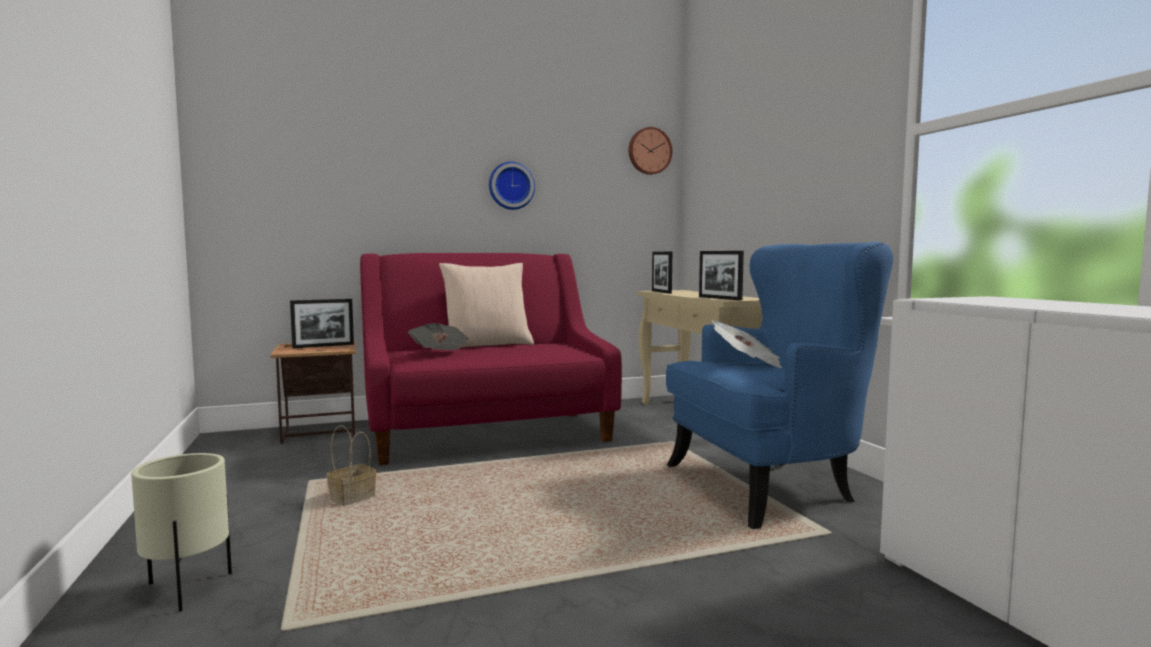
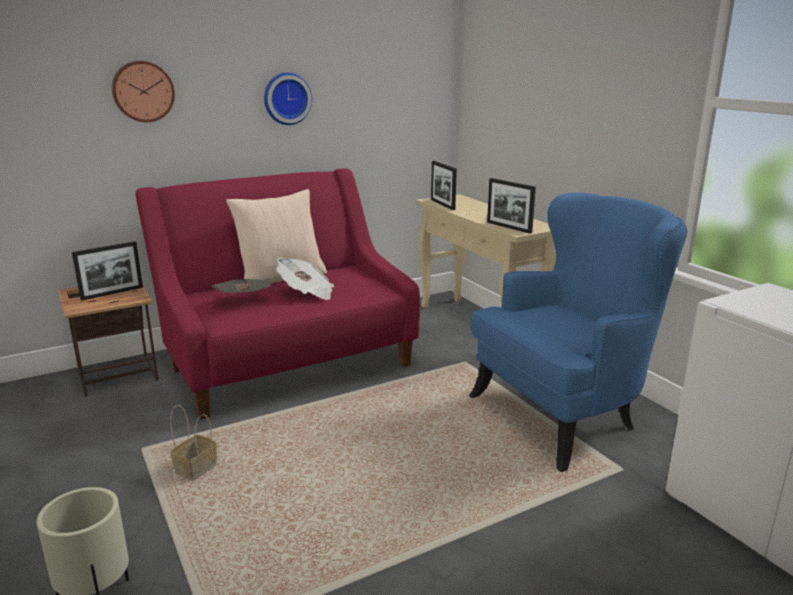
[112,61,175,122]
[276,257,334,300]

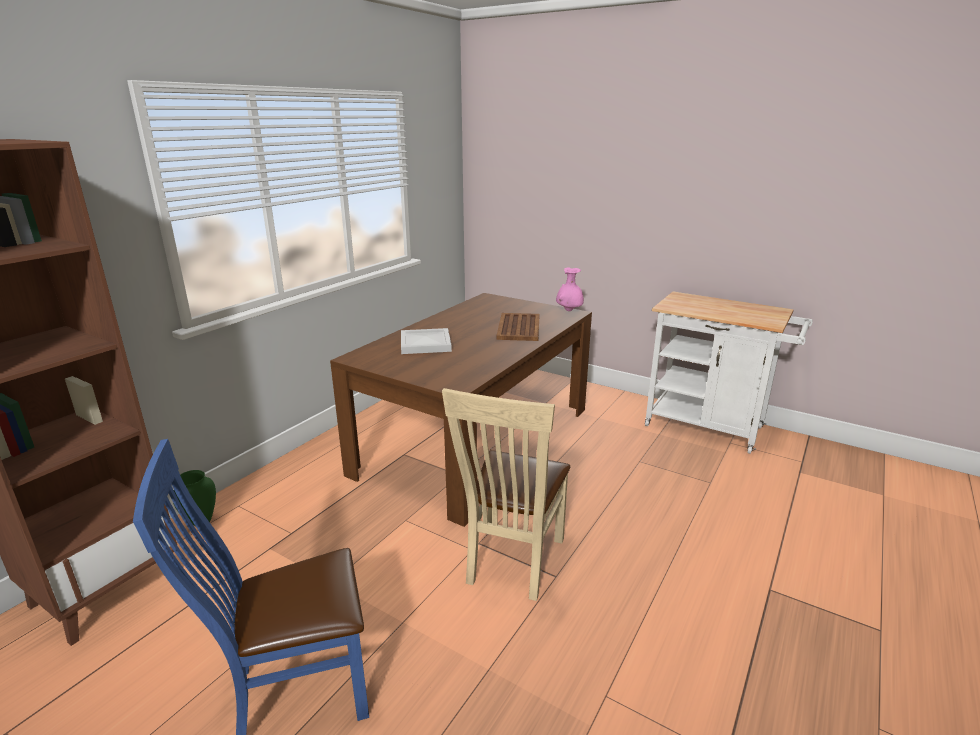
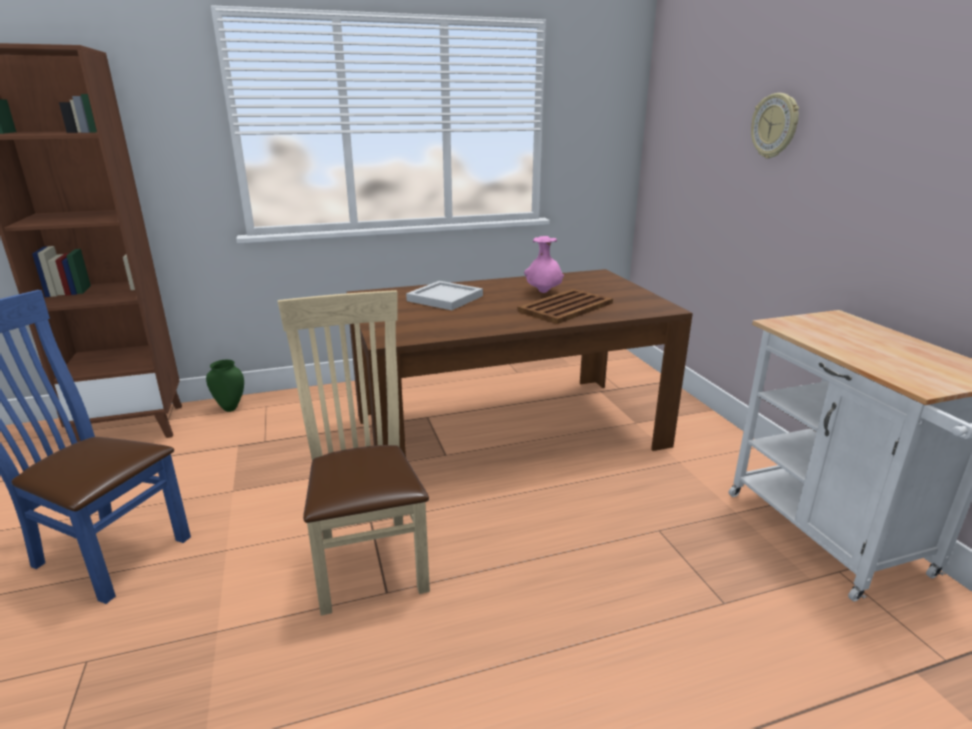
[278,290,430,616]
[524,236,564,293]
[751,93,799,159]

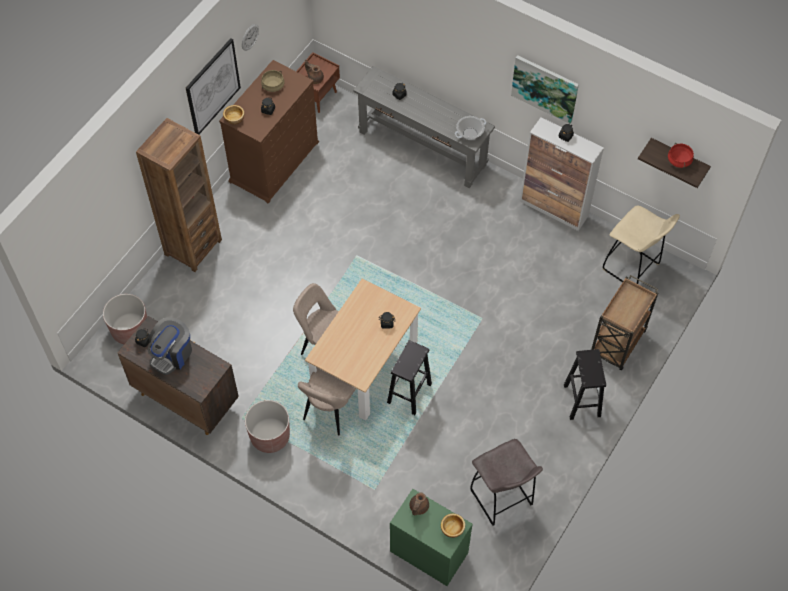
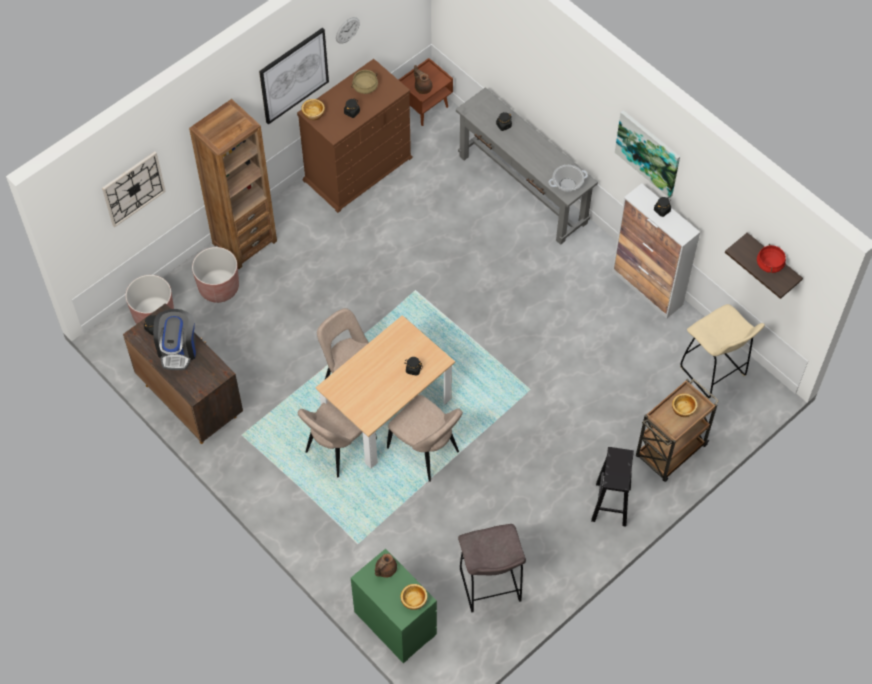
[153,309,196,370]
[192,247,239,303]
[387,395,463,482]
[102,152,166,228]
[672,393,698,417]

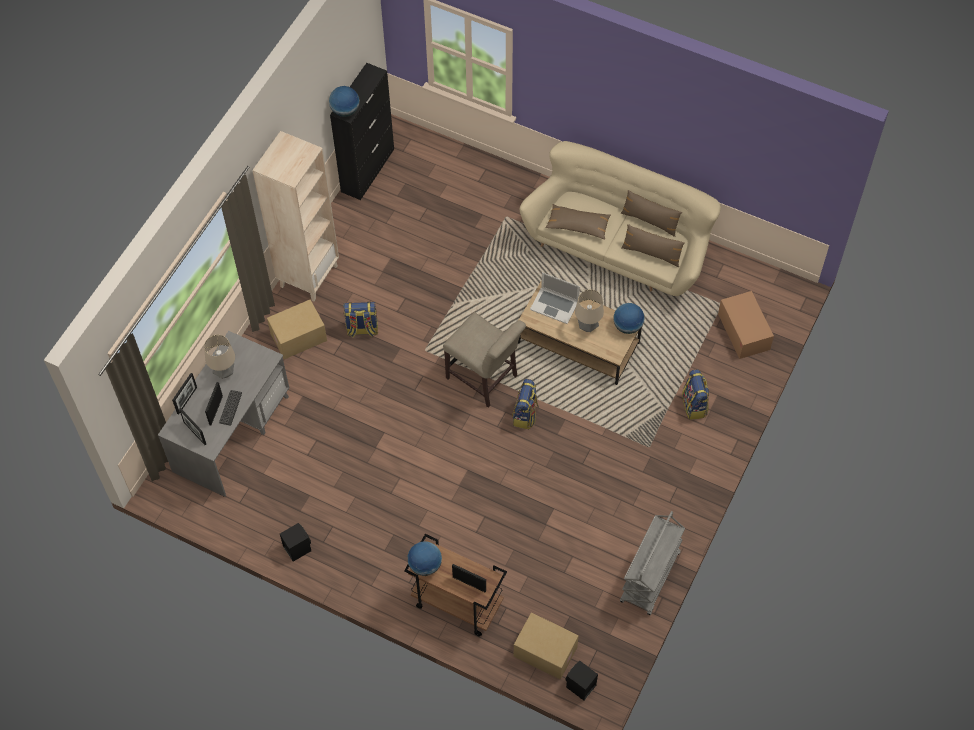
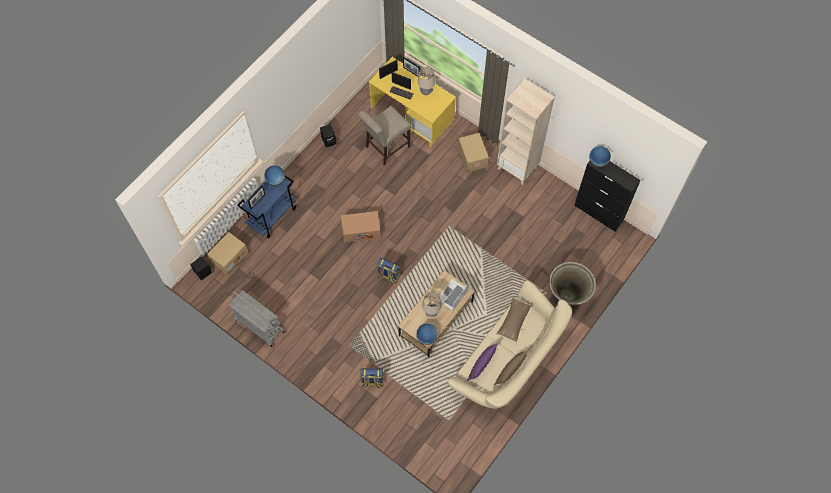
[368,57,456,147]
[343,302,378,337] (first image)
[237,176,296,238]
[358,105,411,166]
[467,343,498,381]
[341,211,381,242]
[549,262,596,309]

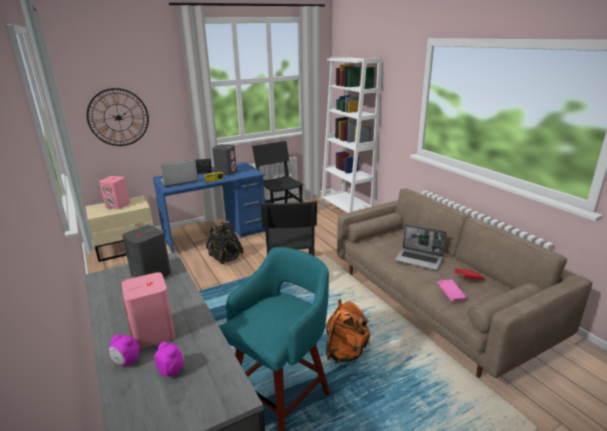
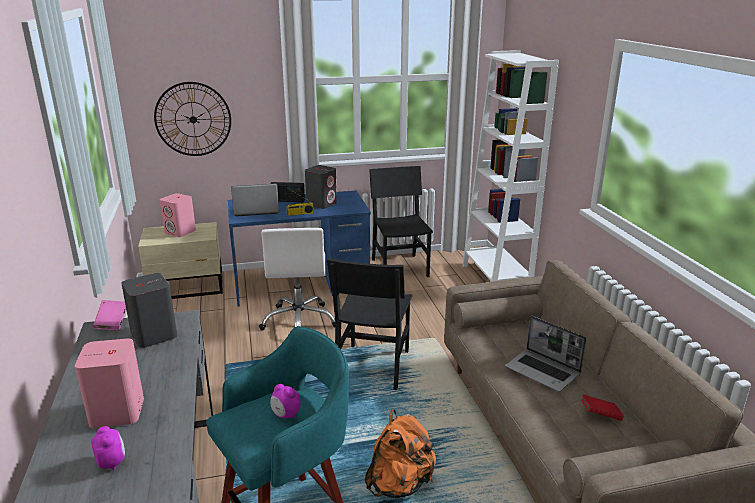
[270,384,300,418]
[259,228,335,330]
[93,300,126,330]

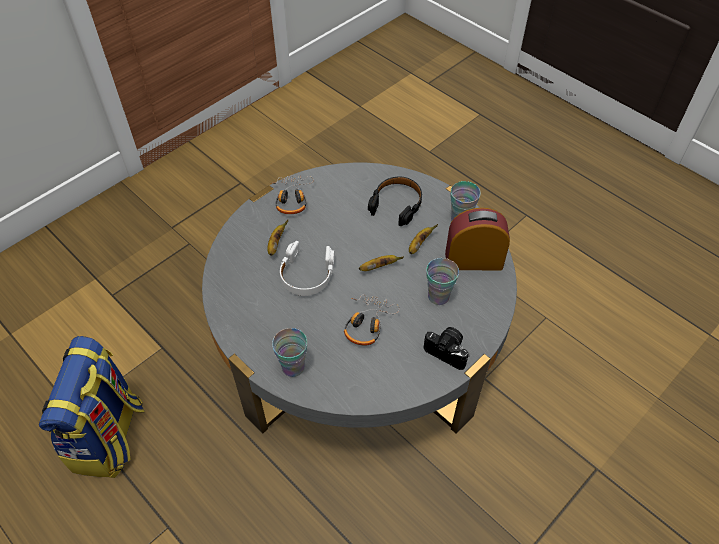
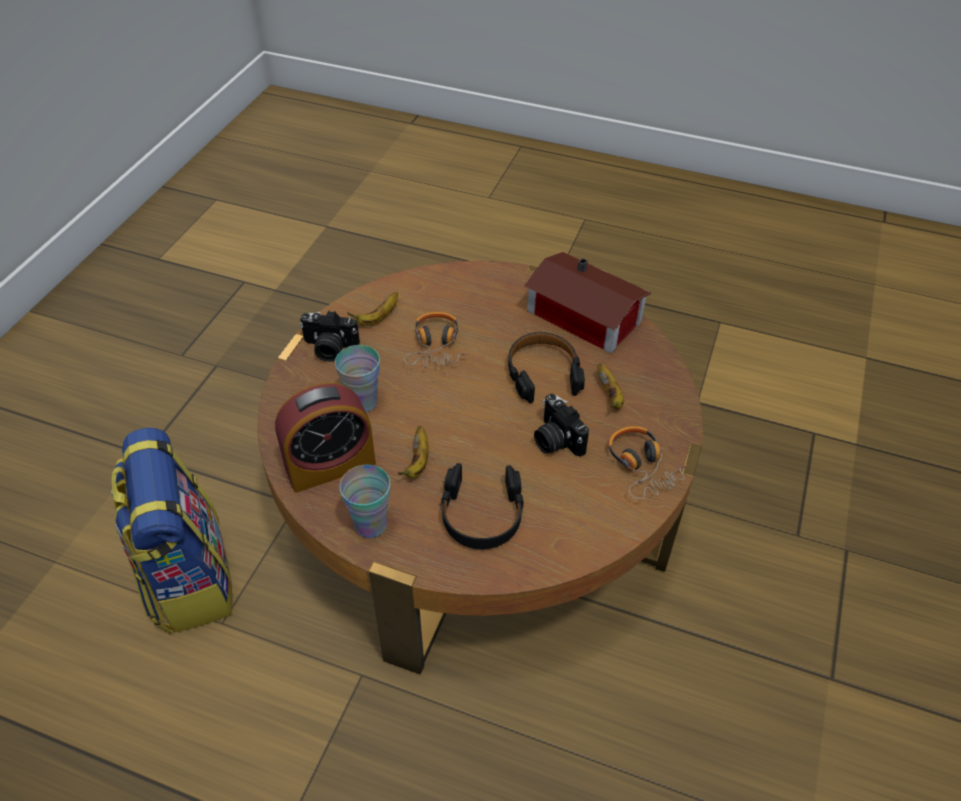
[111,428,233,634]
[258,261,703,675]
[272,328,307,377] (first image)
[508,332,585,403]
[347,292,398,326]
[524,252,651,353]
[534,394,589,457]

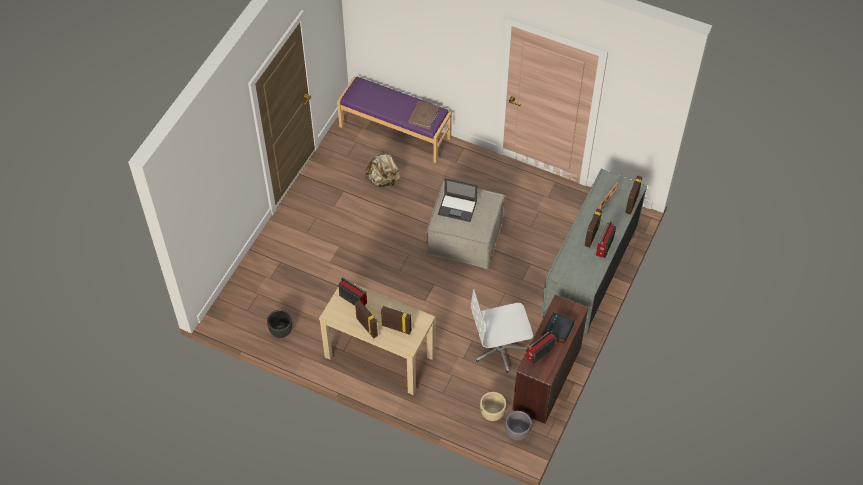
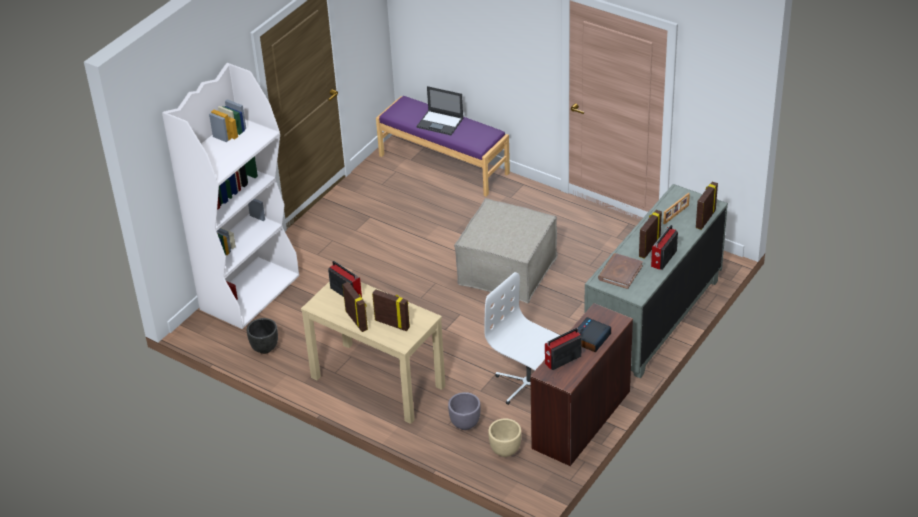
[365,150,400,187] (first image)
[598,253,643,289]
[416,86,463,135]
[484,272,560,405]
[448,392,481,430]
[162,63,299,329]

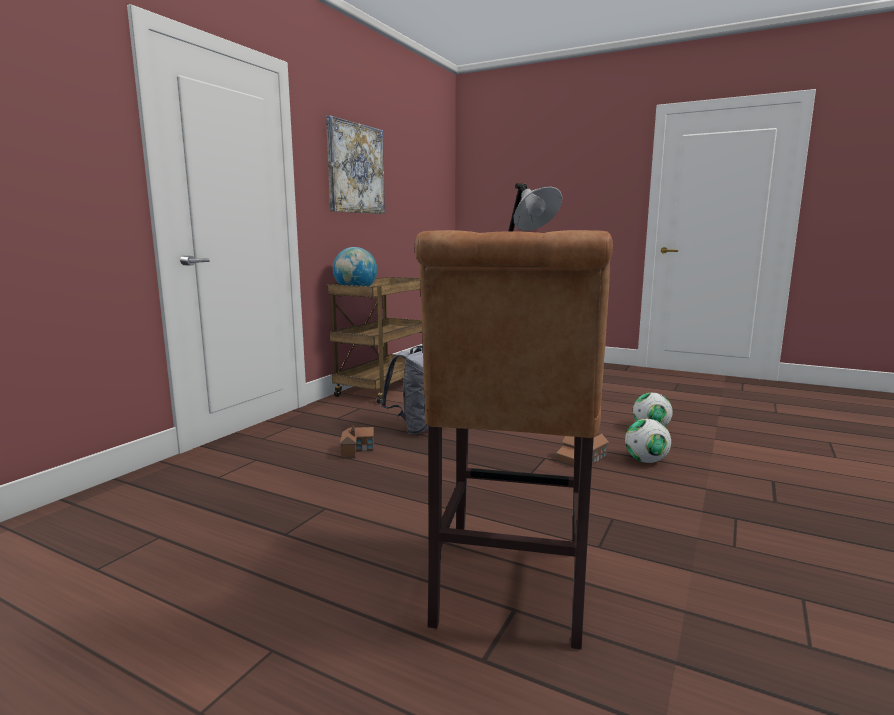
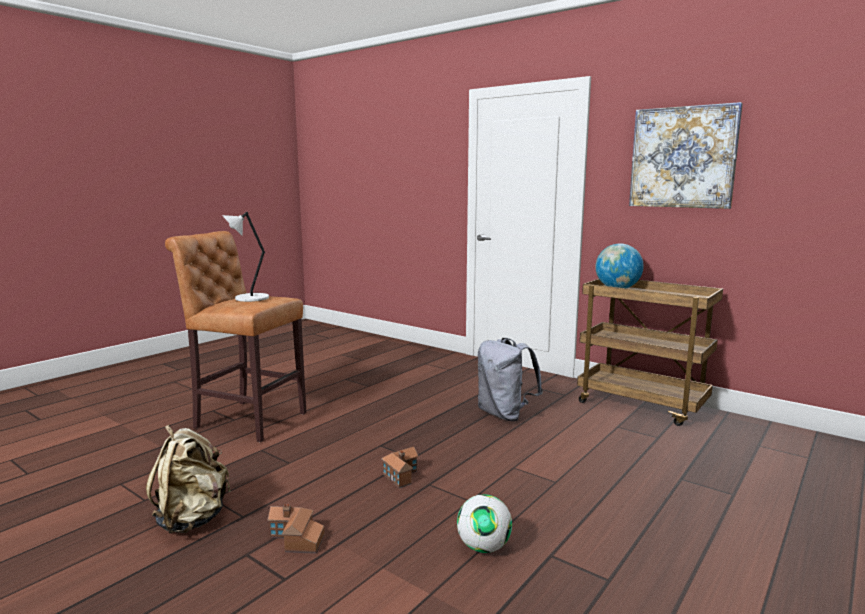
[268,504,324,554]
[625,419,671,463] (first image)
[146,425,231,533]

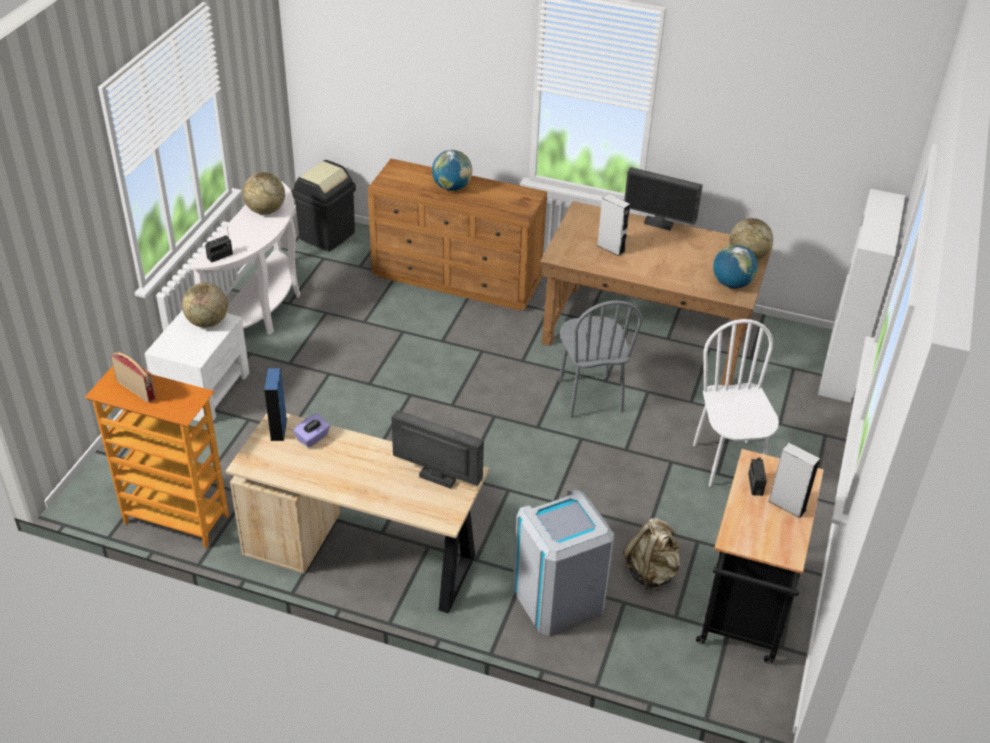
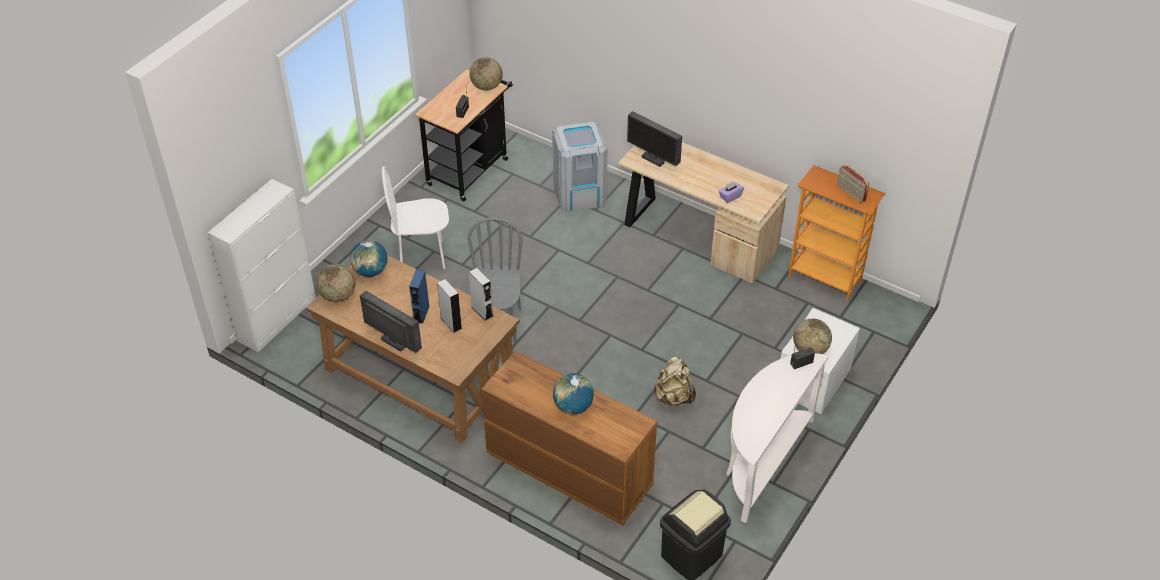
[470,57,503,91]
[409,270,429,324]
[654,356,696,406]
[382,166,449,269]
[469,268,493,321]

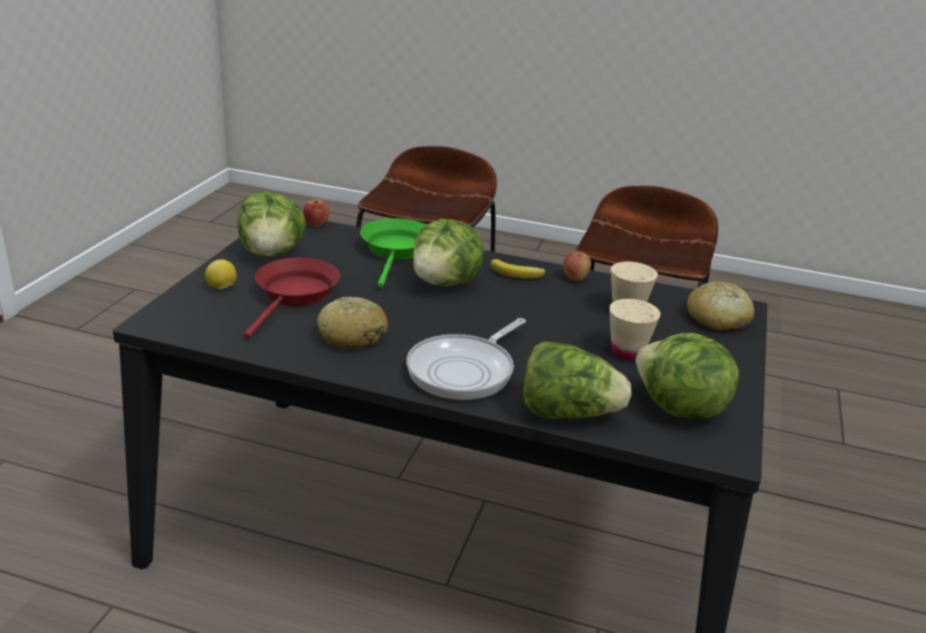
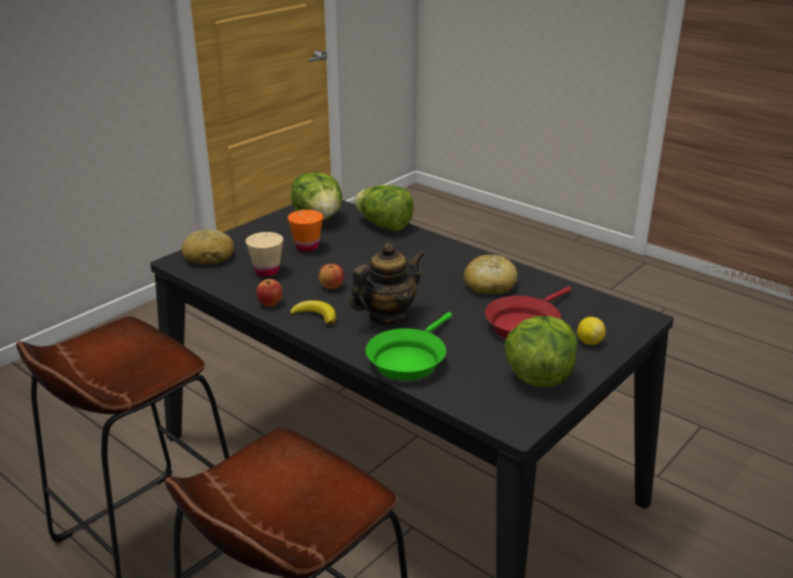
[319,264,344,289]
[406,318,526,400] (first image)
[350,243,424,325]
[288,210,323,252]

